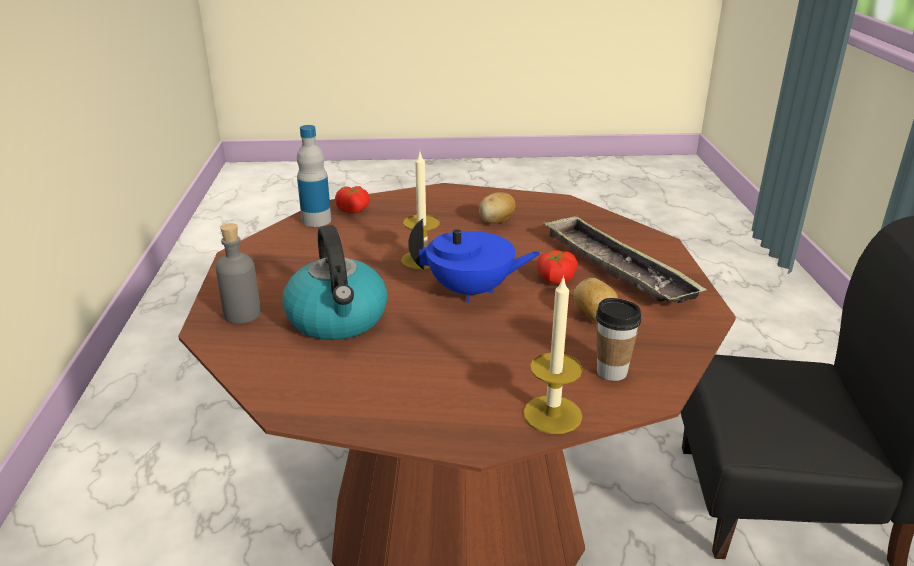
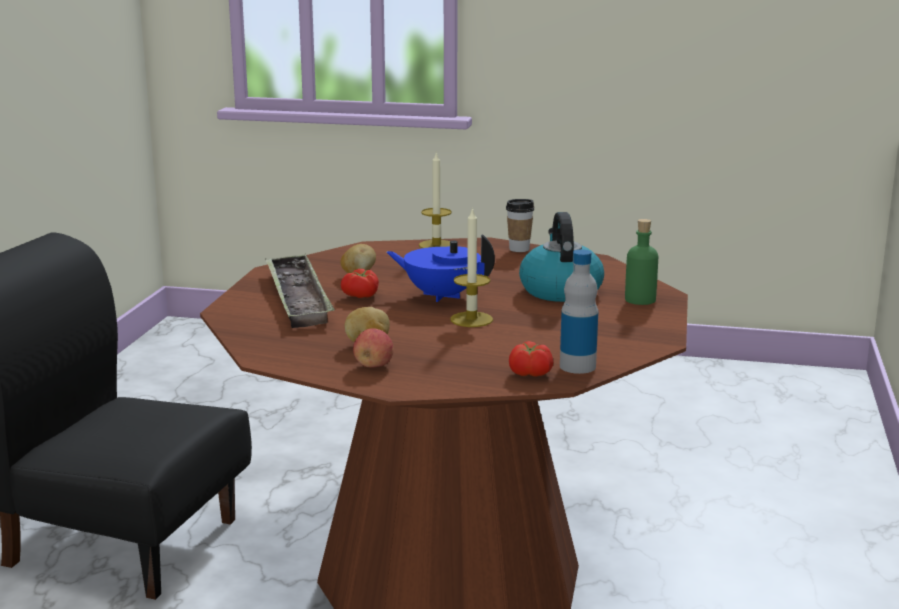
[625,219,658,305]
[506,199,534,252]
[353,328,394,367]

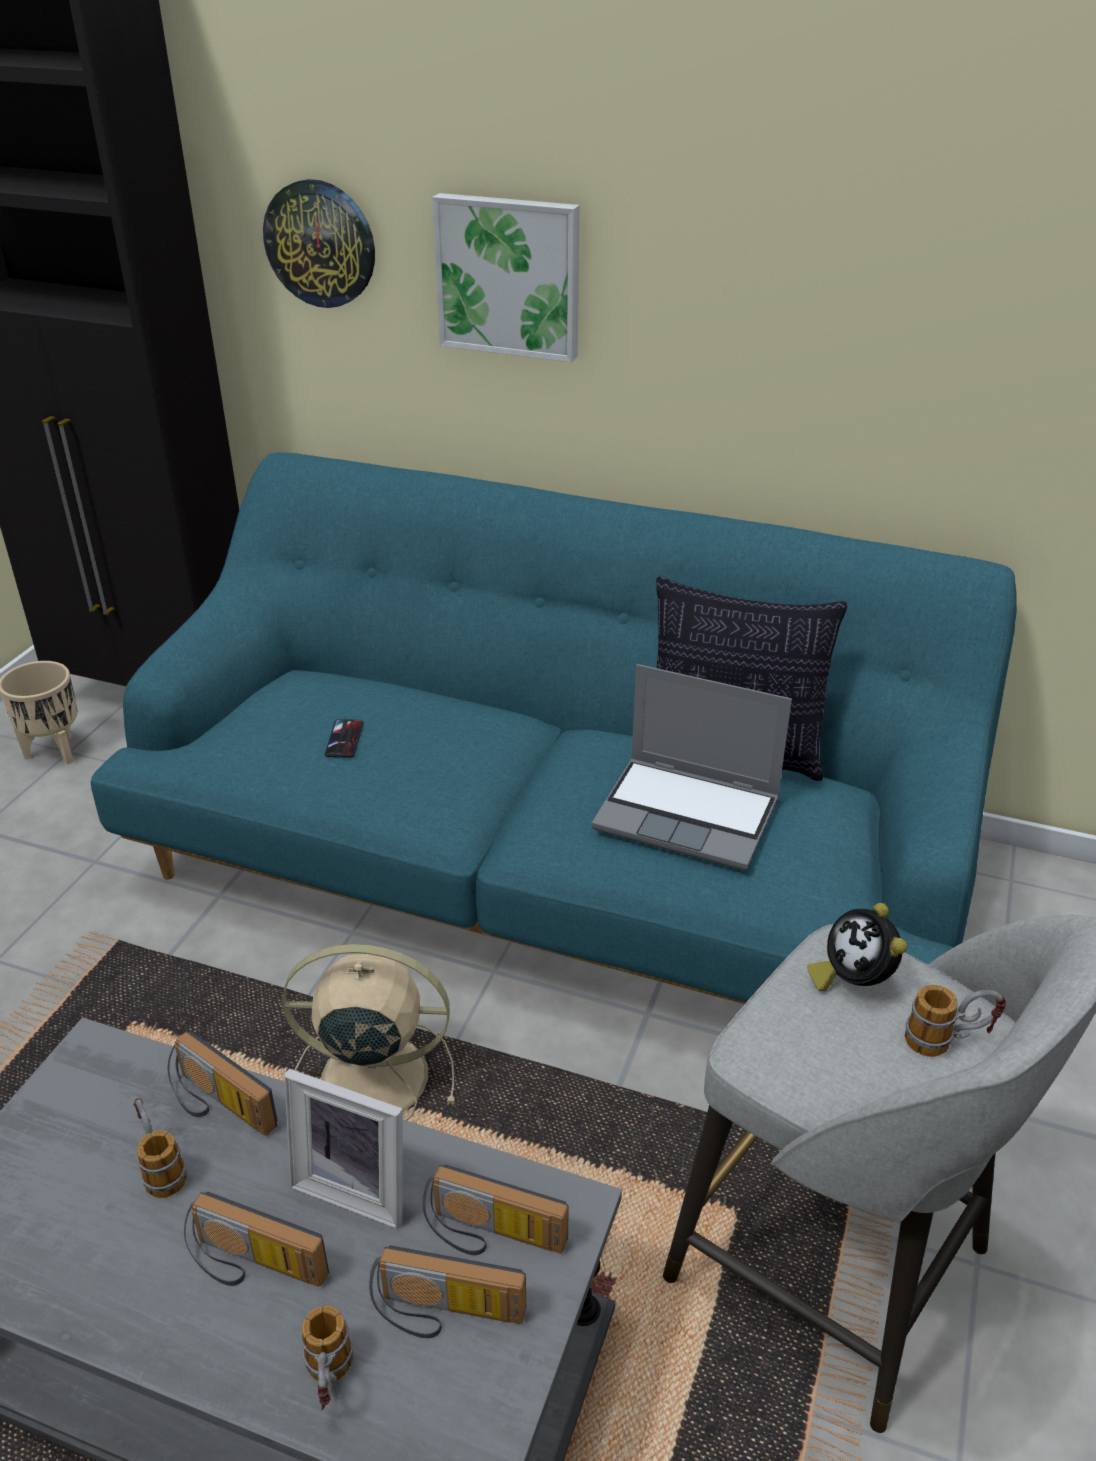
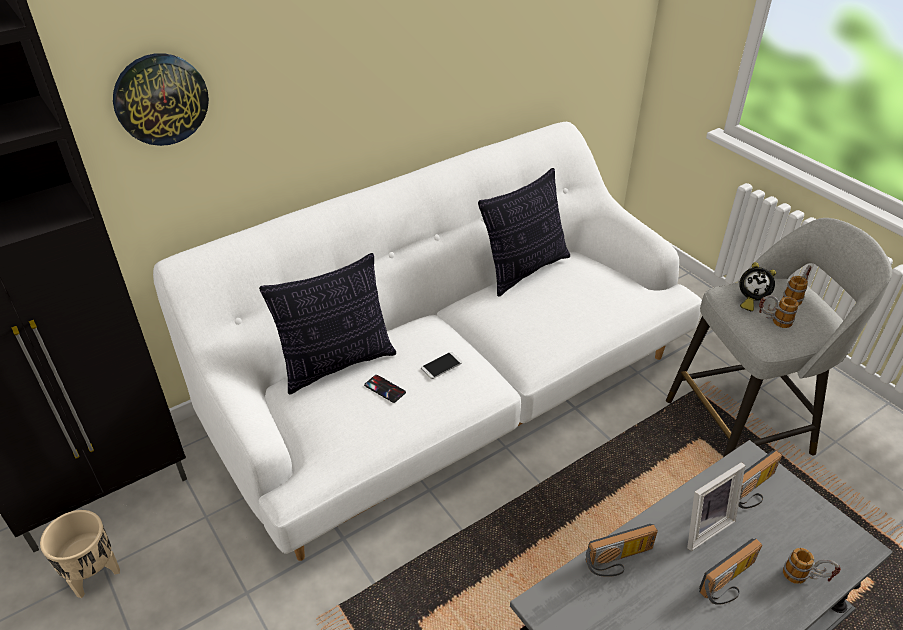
[153,122,702,561]
[759,295,799,328]
[282,944,455,1121] (first image)
[369,1245,526,1338] (first image)
[432,193,580,362] (first image)
[591,664,792,870] (first image)
[259,253,396,395]
[421,352,462,379]

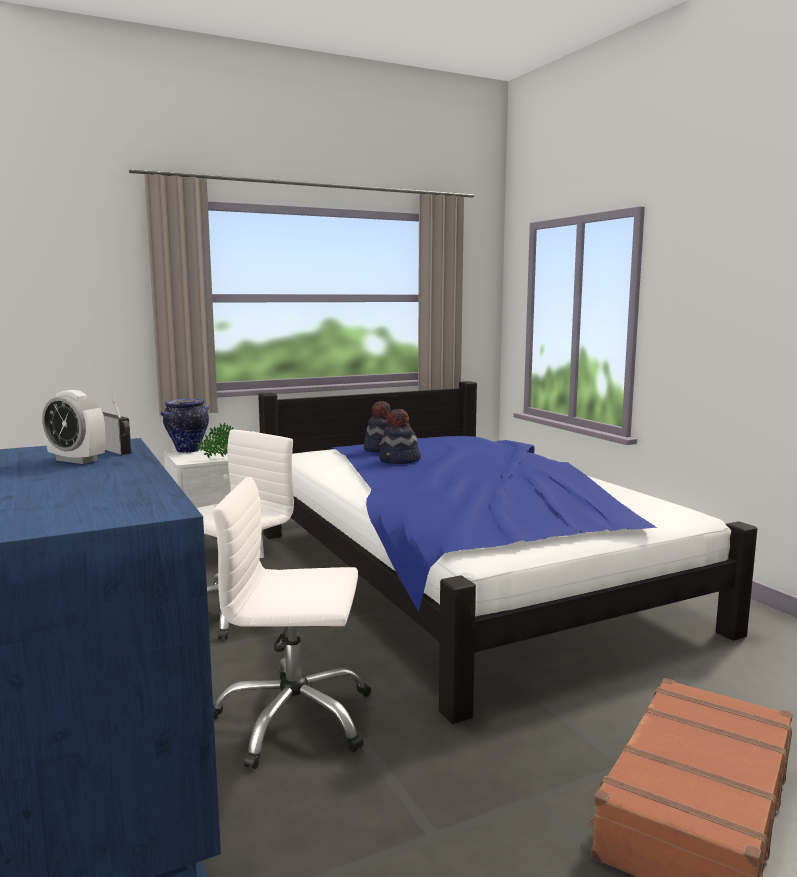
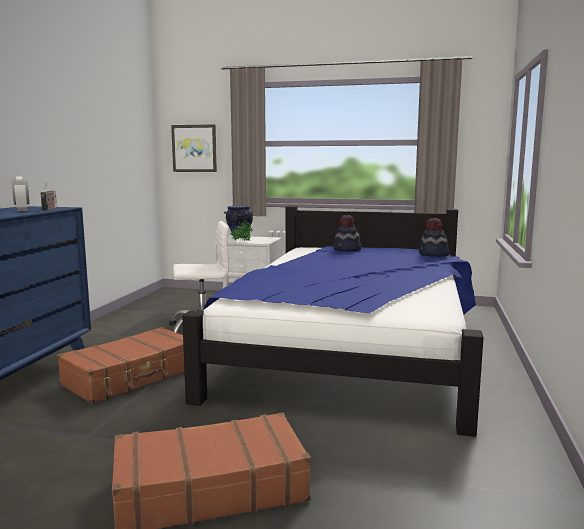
[57,327,184,404]
[419,218,449,257]
[171,124,217,172]

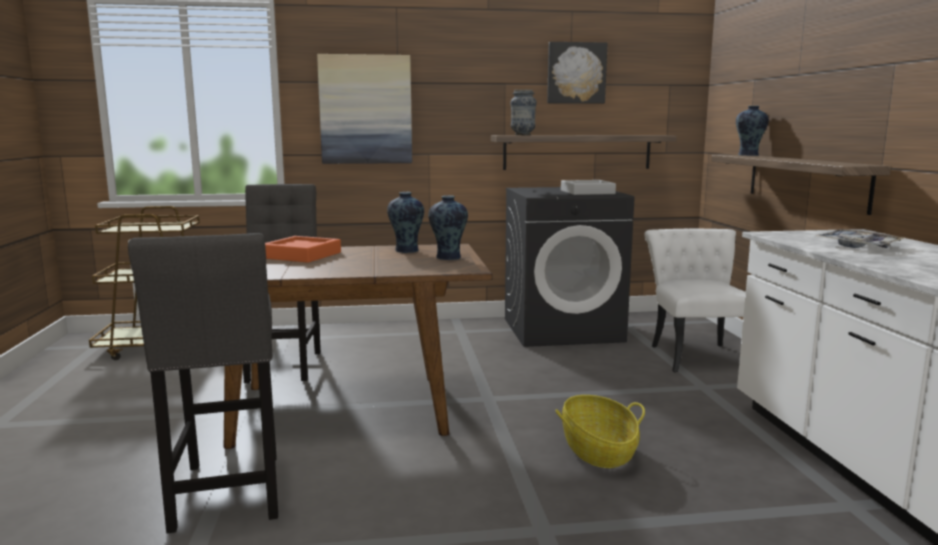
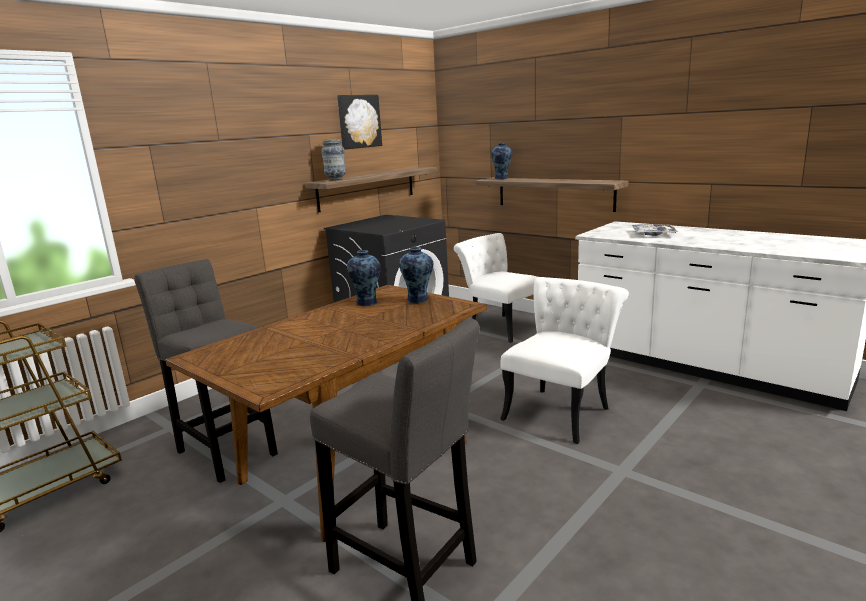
[265,236,341,263] (first image)
[317,54,412,164] (first image)
[500,277,629,444]
[561,180,616,195] (first image)

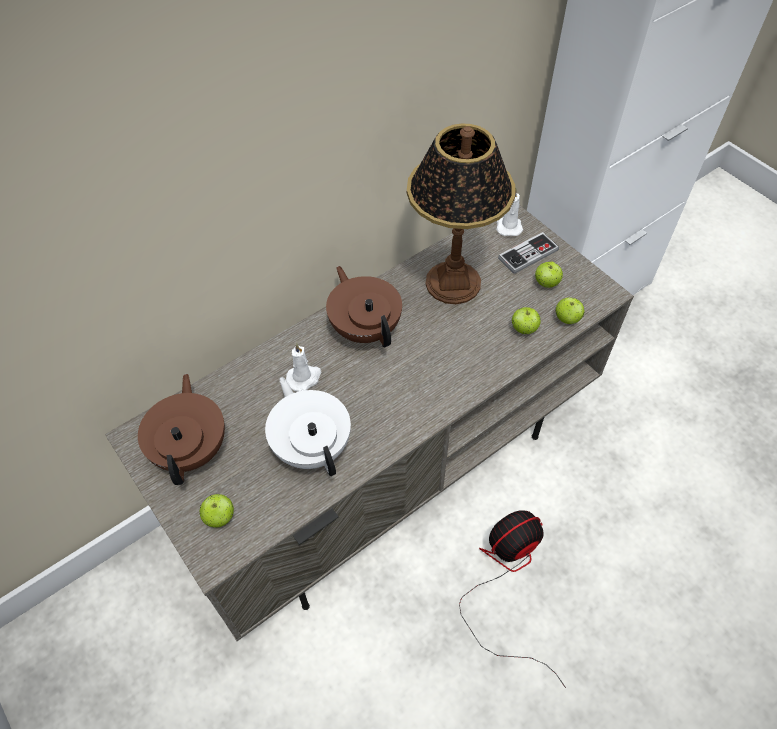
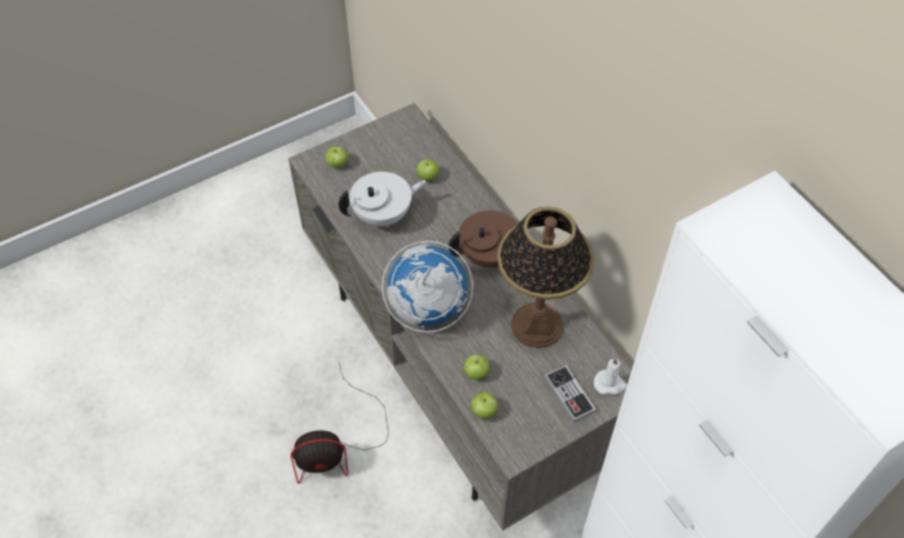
[138,374,225,485] (first image)
[286,343,321,392] (first image)
[291,361,389,484]
[416,158,439,181]
[382,241,473,333]

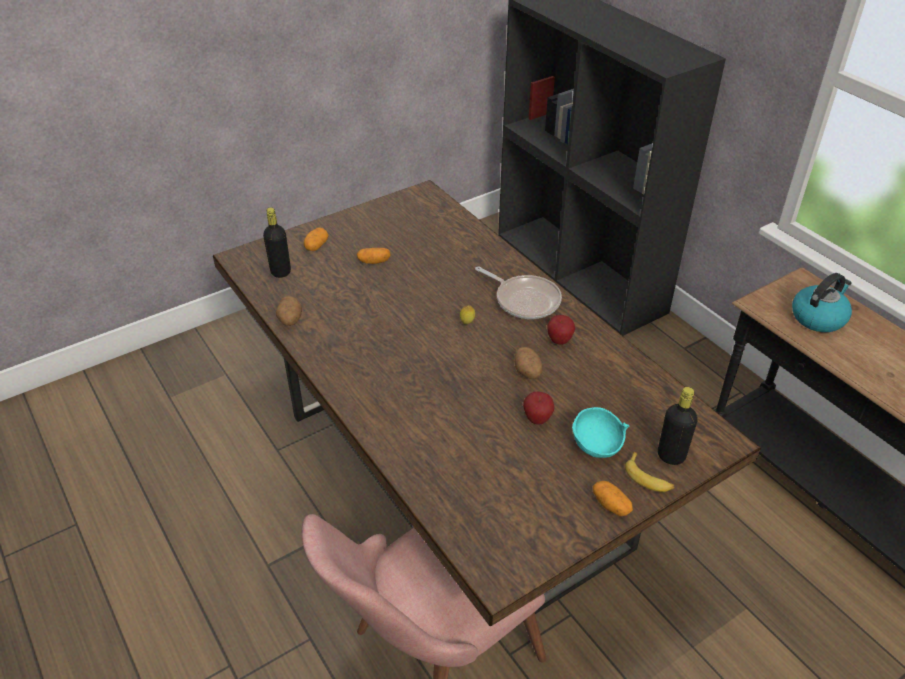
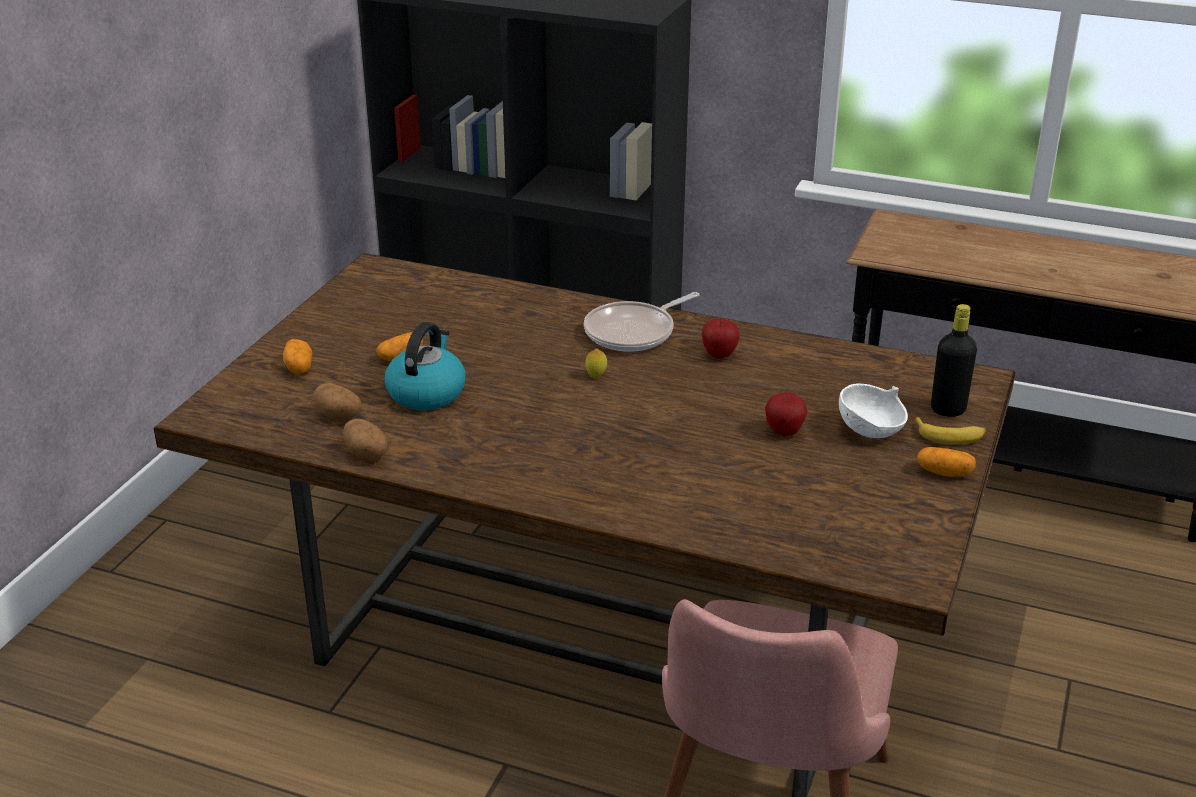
[263,207,291,278] (first image)
[584,292,699,351]
[314,383,362,420]
[839,383,908,438]
[384,322,466,410]

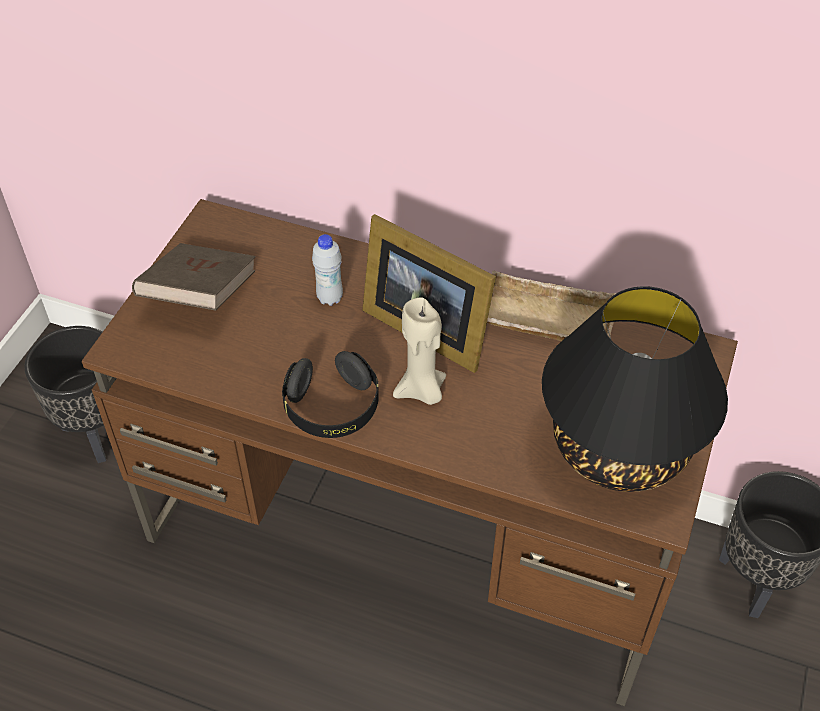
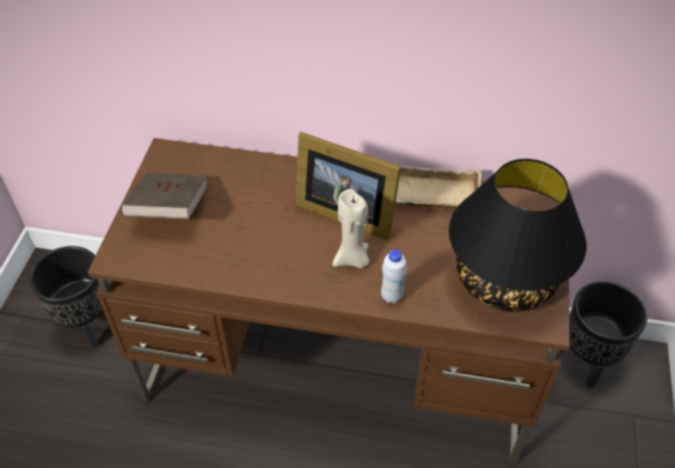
[282,351,379,438] (first image)
[381,249,407,303]

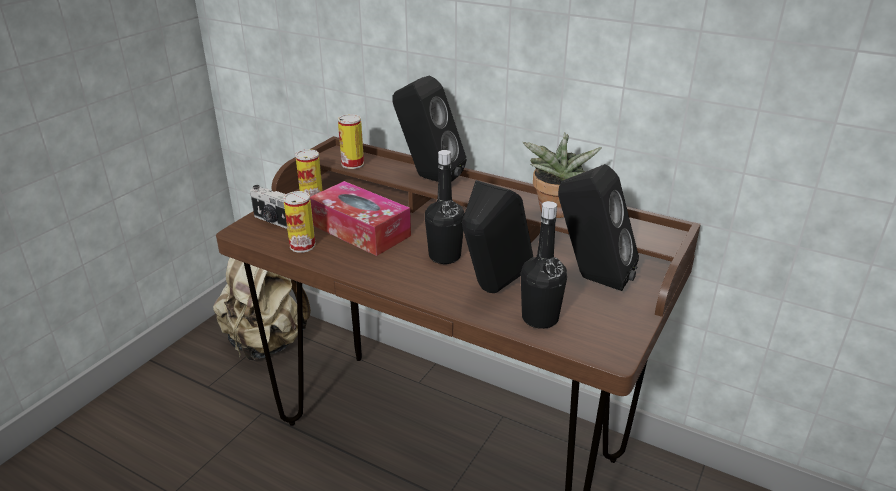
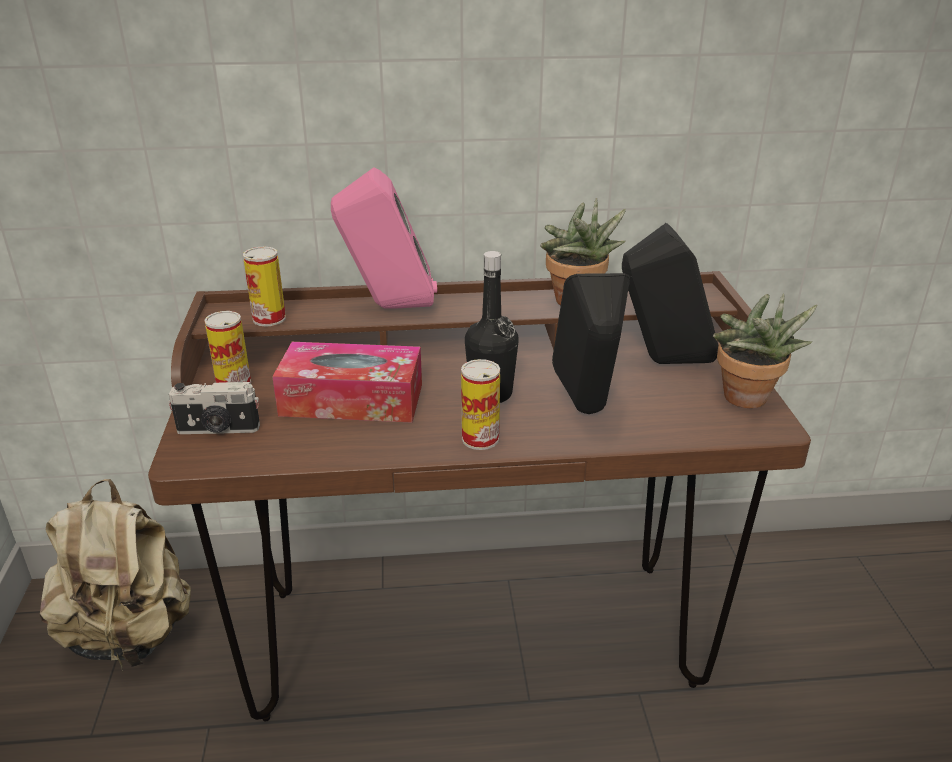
[461,359,500,450]
[331,167,437,309]
[521,201,567,329] (first image)
[713,293,817,408]

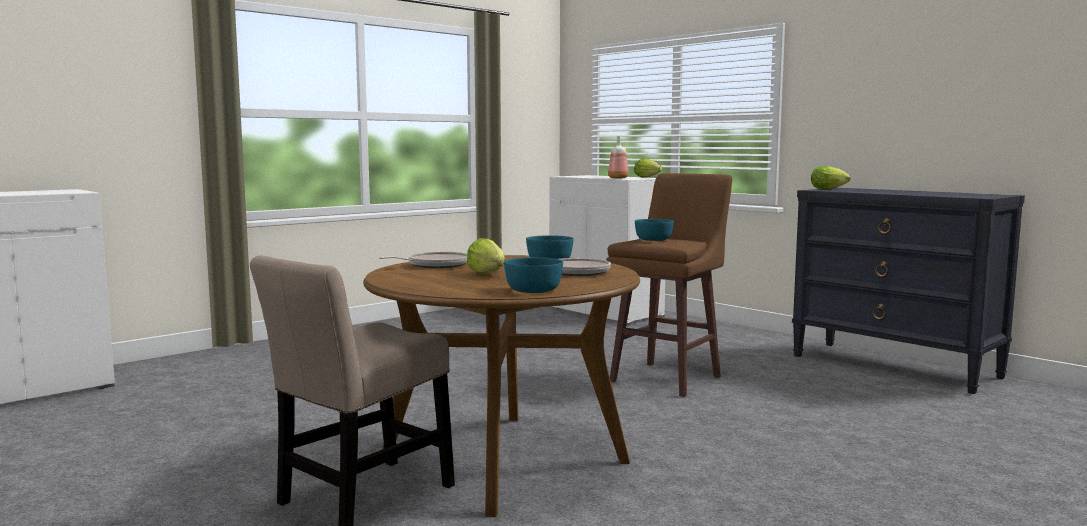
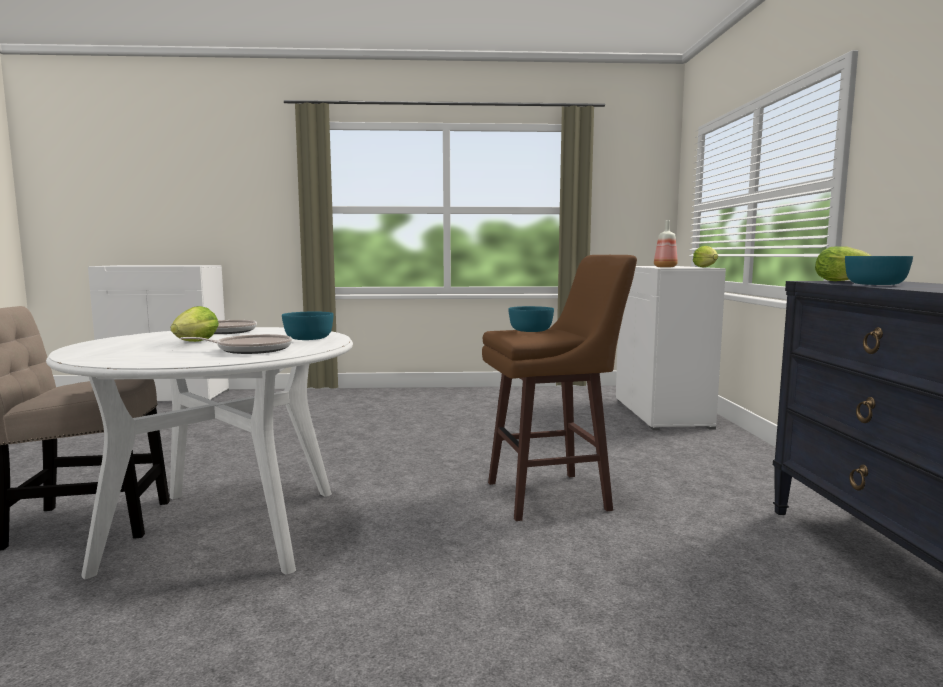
[46,327,353,579]
[845,256,913,285]

